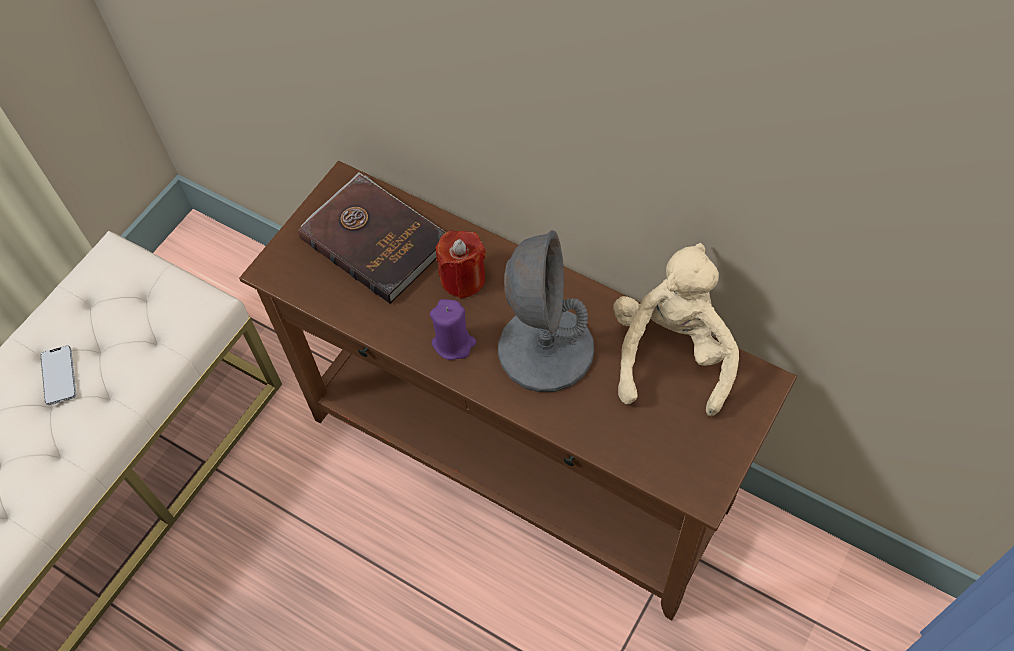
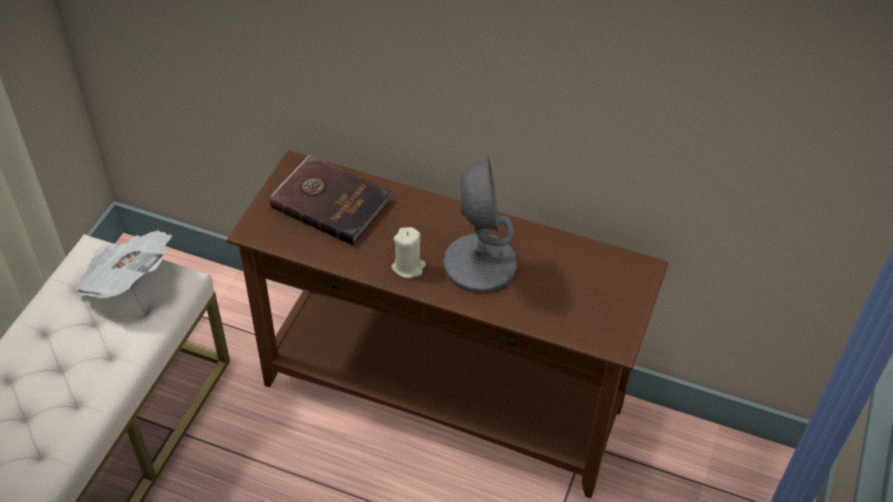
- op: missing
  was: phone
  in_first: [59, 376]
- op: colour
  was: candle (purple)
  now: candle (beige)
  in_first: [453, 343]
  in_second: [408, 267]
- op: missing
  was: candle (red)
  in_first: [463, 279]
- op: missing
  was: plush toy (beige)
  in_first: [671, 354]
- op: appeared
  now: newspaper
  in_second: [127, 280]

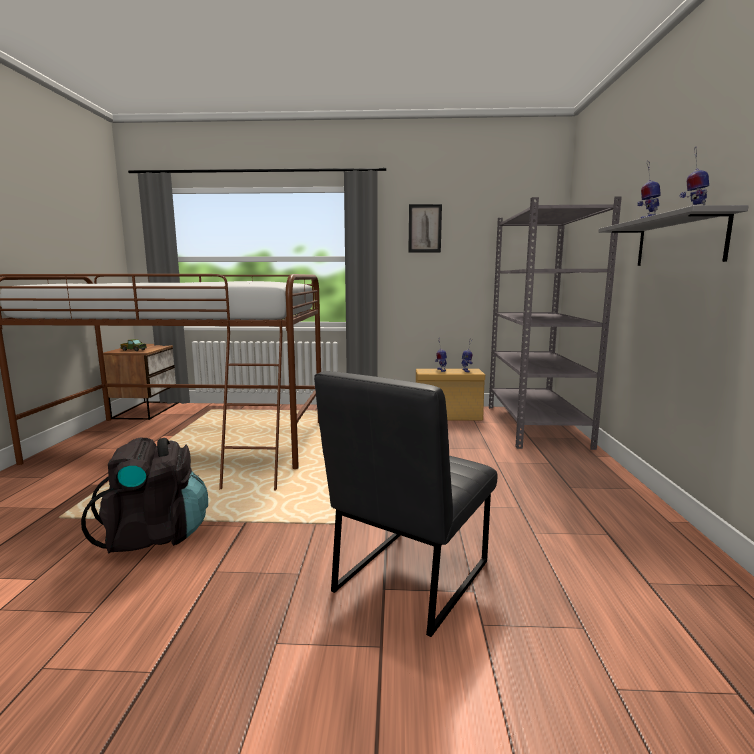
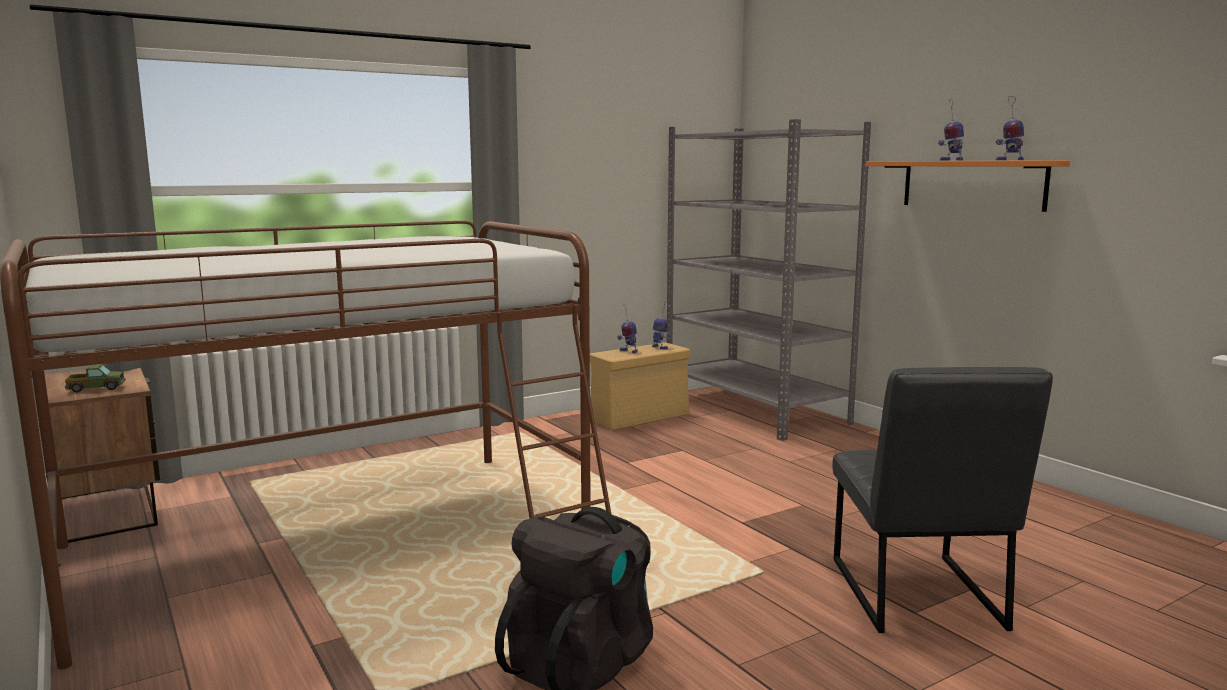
- op: missing
  was: picture
  in_first: [424, 228]
- op: colour
  was: shelf (grey)
  now: shelf (orange)
  in_first: [678, 241]
  in_second: [972, 184]

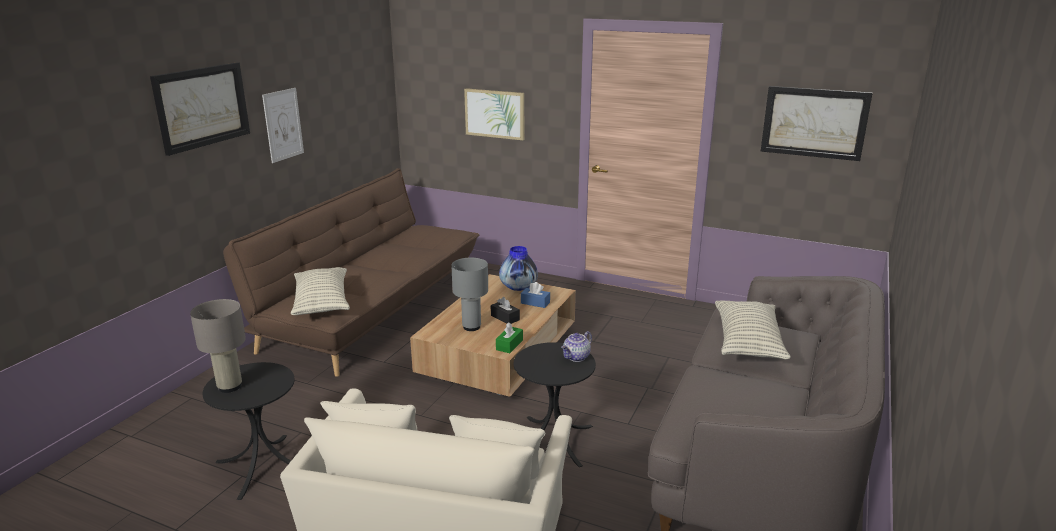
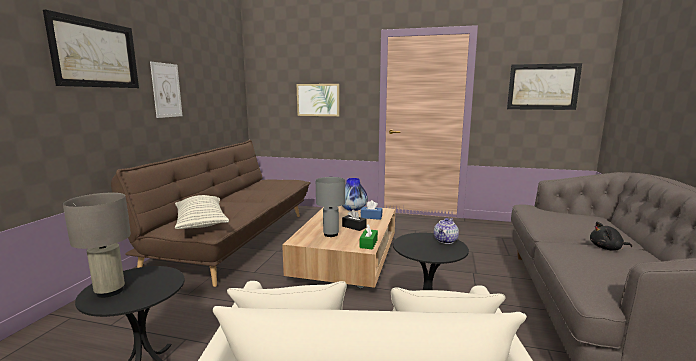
- op: missing
  was: pillow
  in_first: [747, 342]
- op: appeared
  now: plush toy (black)
  in_second: [607, 248]

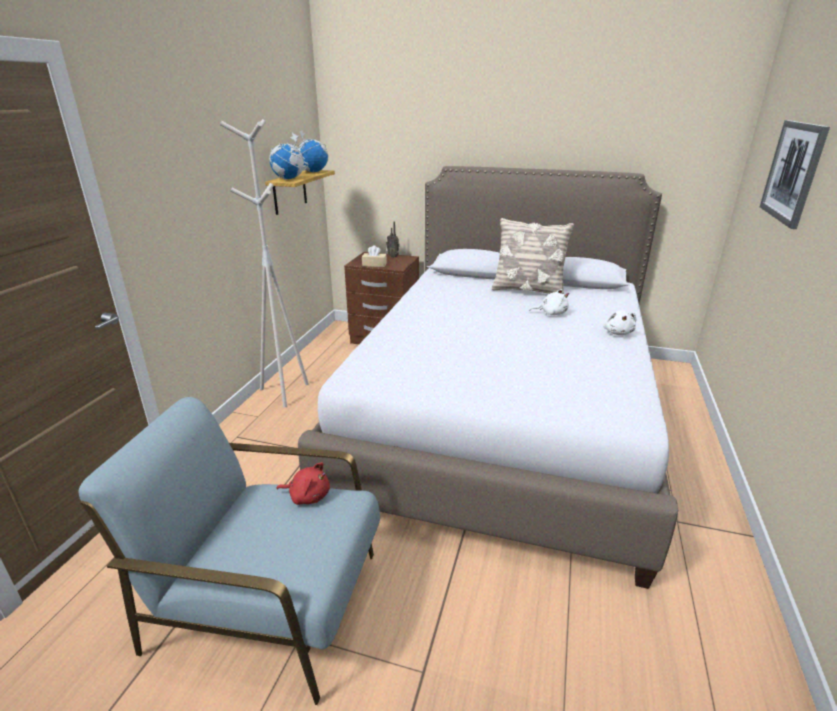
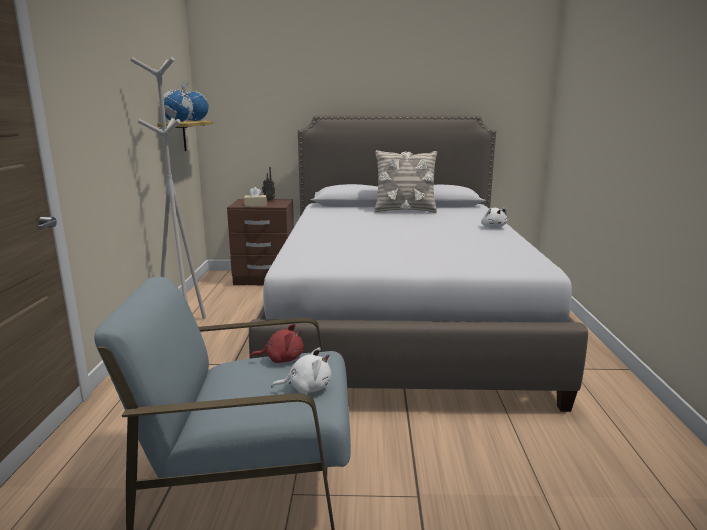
- op: relocated
  was: plush toy (white)
  in_first: [551, 313]
  in_second: [306, 388]
- op: missing
  was: picture
  in_first: [793, 172]

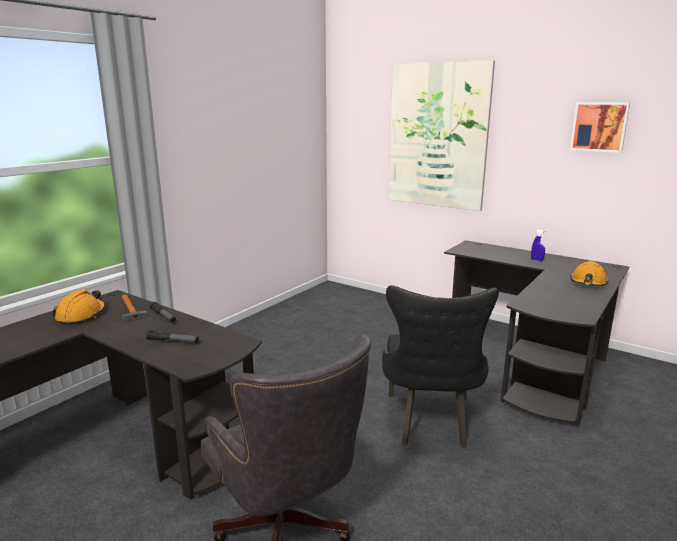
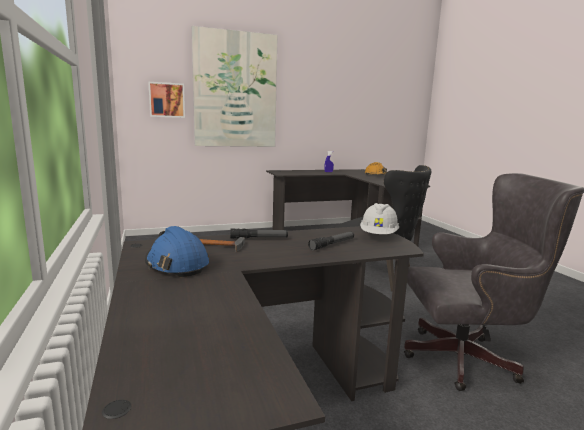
- op: colour
  was: hard hat (orange)
  now: hard hat (blue)
  in_first: [81, 315]
  in_second: [177, 264]
- op: relocated
  was: picture
  in_first: [599, 126]
  in_second: [167, 100]
- op: appeared
  now: hard hat (white)
  in_second: [378, 236]

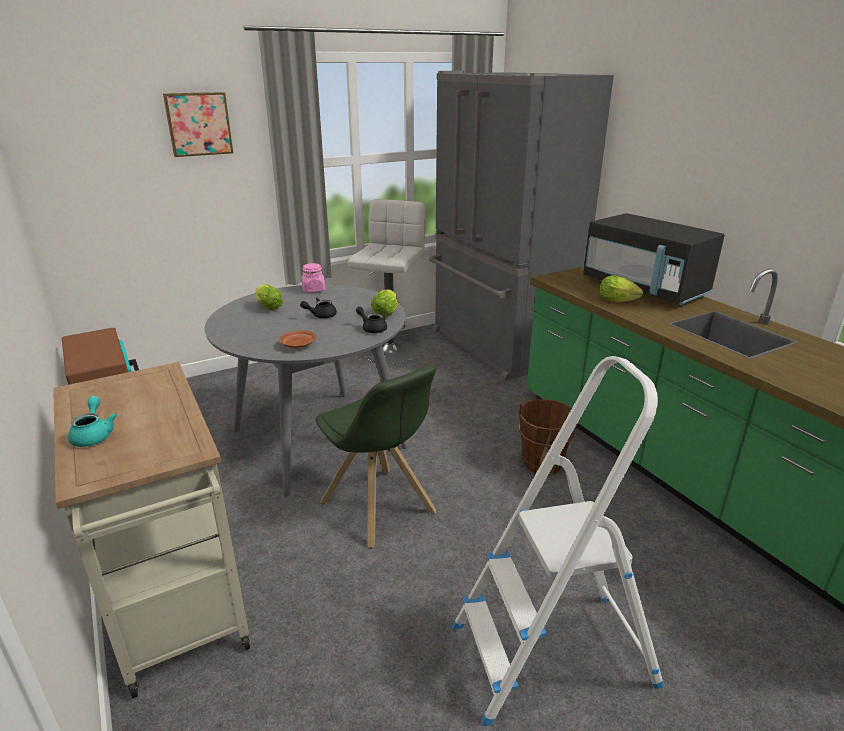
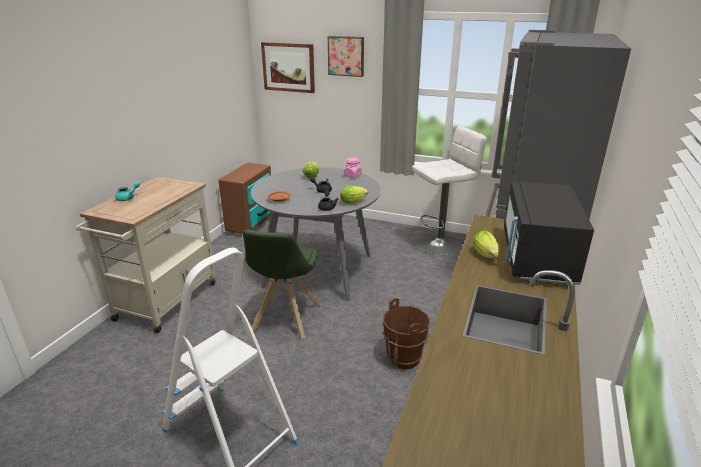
- op: appeared
  now: picture
  in_second: [288, 67]

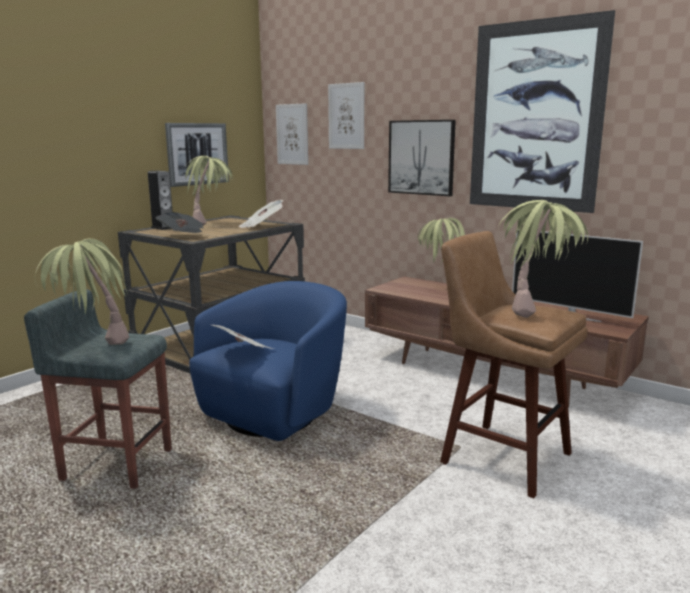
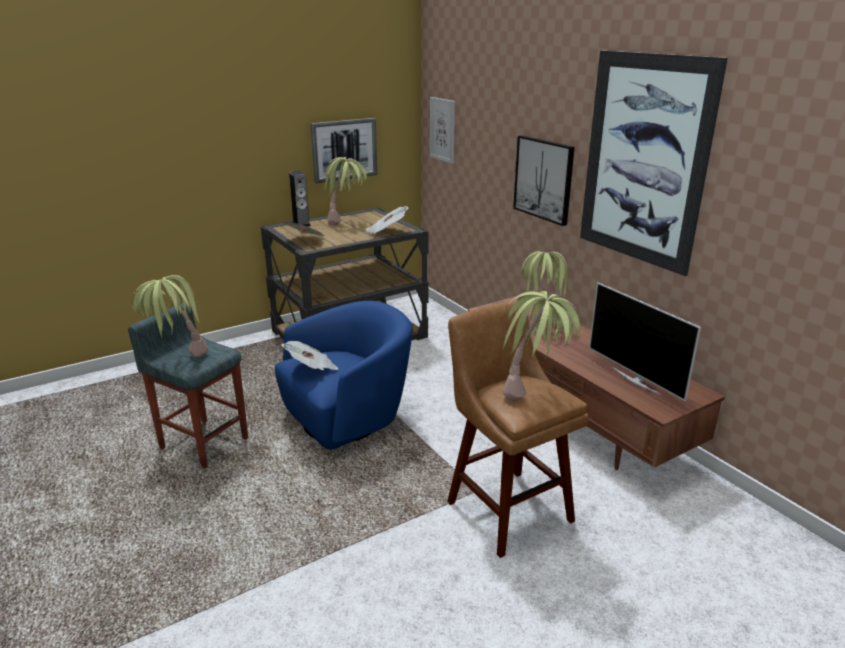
- op: missing
  was: picture
  in_first: [346, 116]

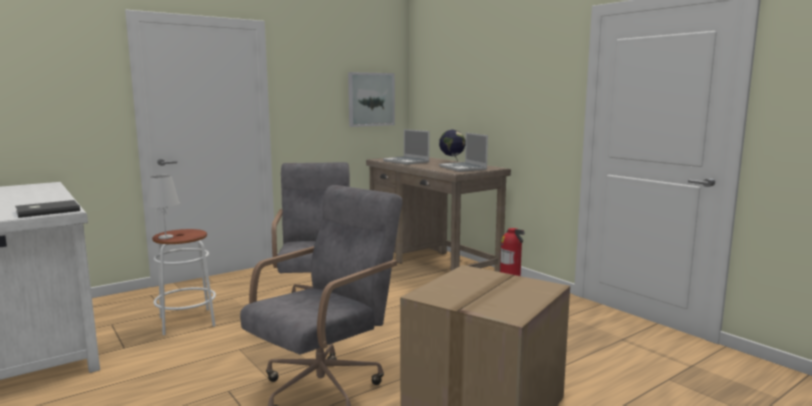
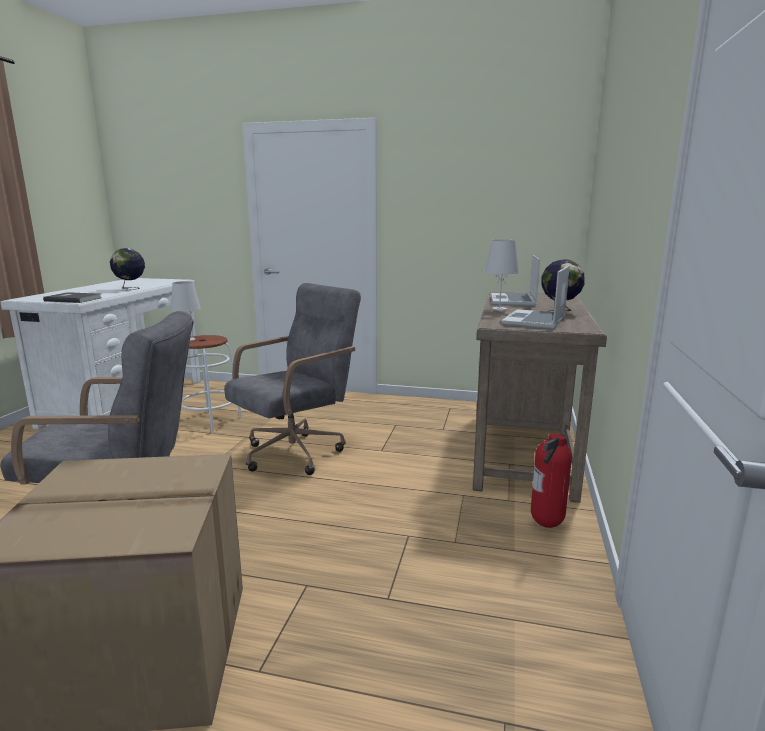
- op: missing
  was: picture
  in_first: [371, 99]
- op: appeared
  now: globe
  in_second: [130, 289]
- op: appeared
  now: table lamp (white)
  in_second: [499, 309]

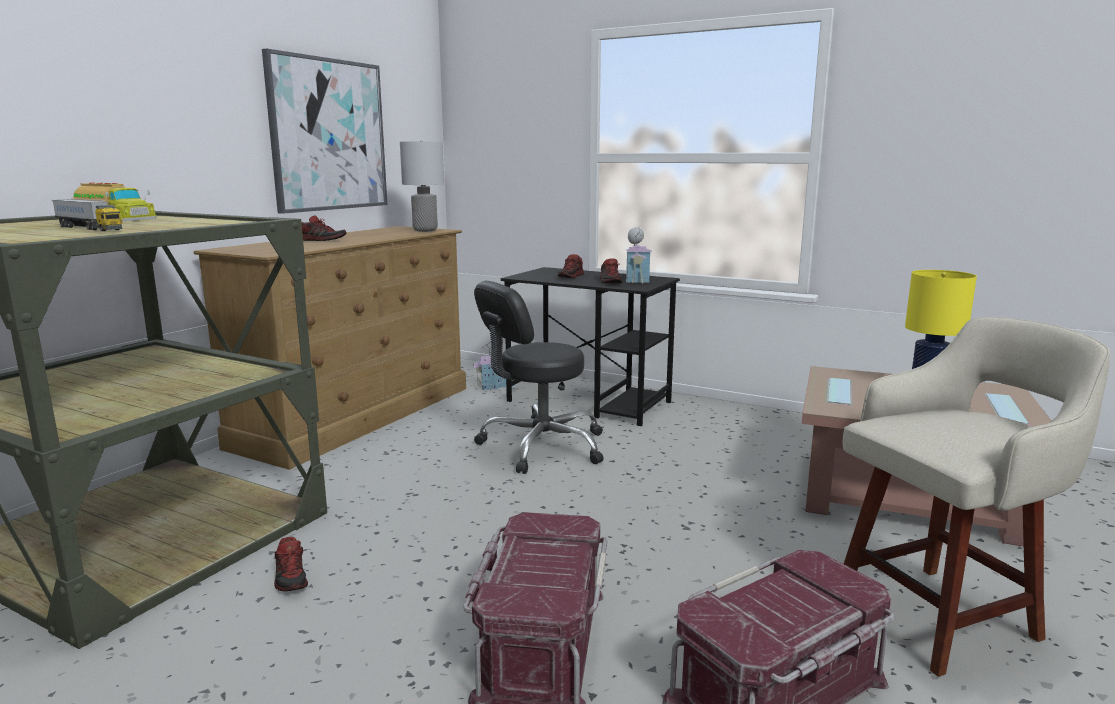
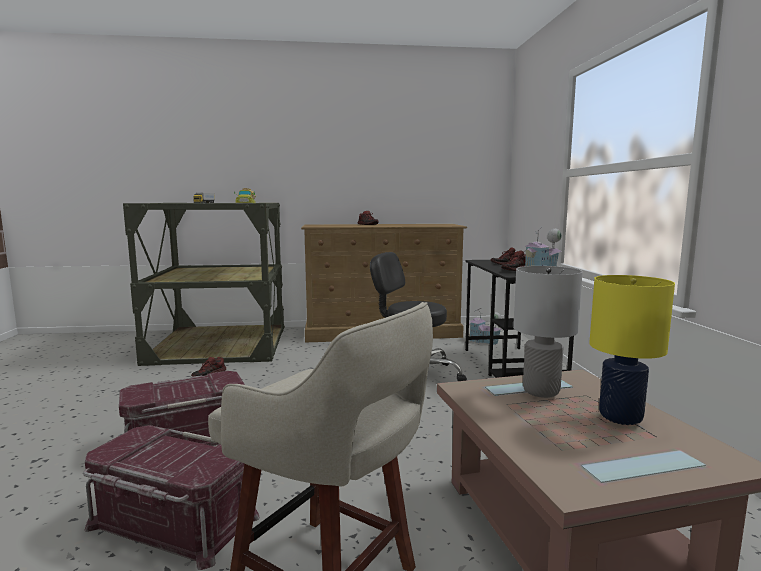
- op: missing
  was: picture
  in_first: [328, 135]
- op: relocated
  was: table lamp (grey)
  in_first: [425, 231]
  in_second: [541, 393]

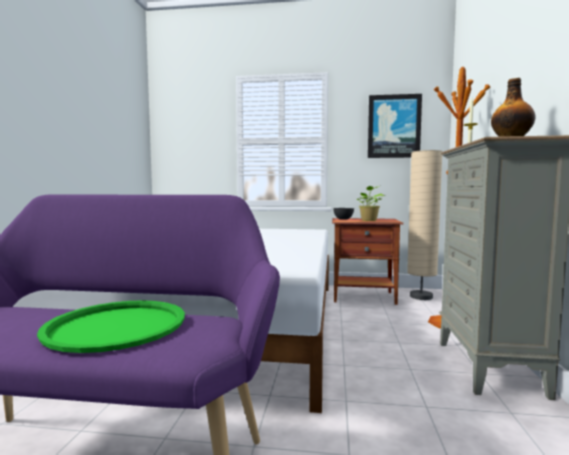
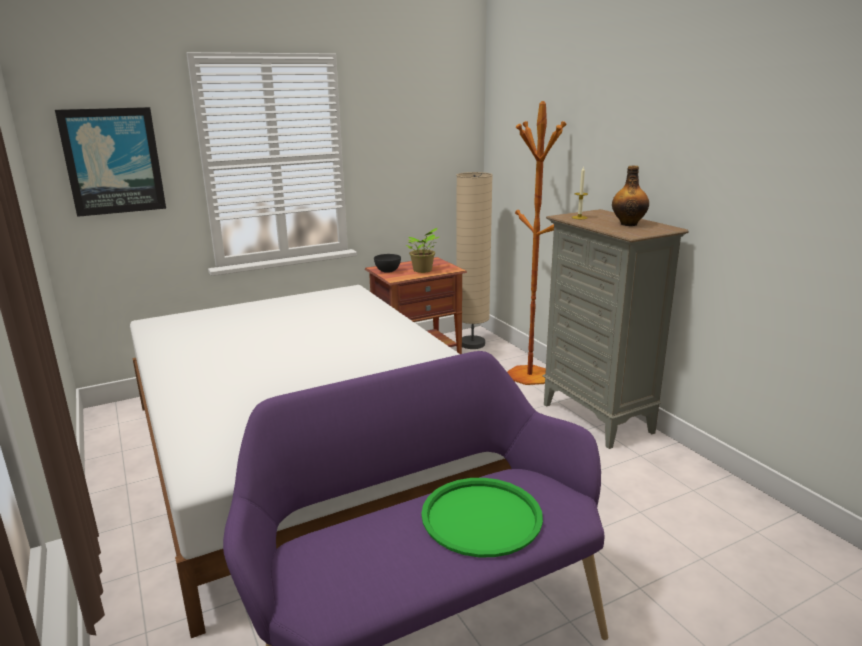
- op: relocated
  was: picture
  in_first: [394, 126]
  in_second: [113, 161]

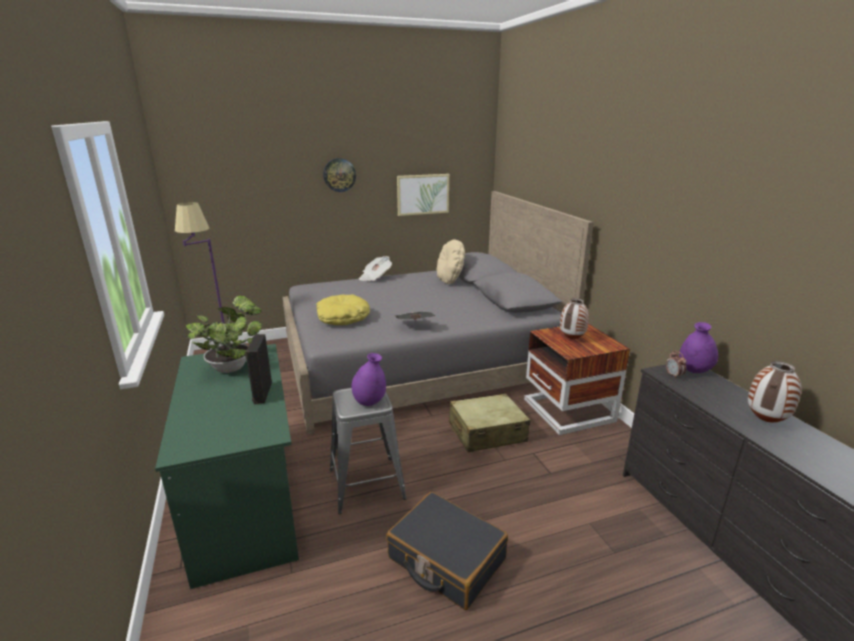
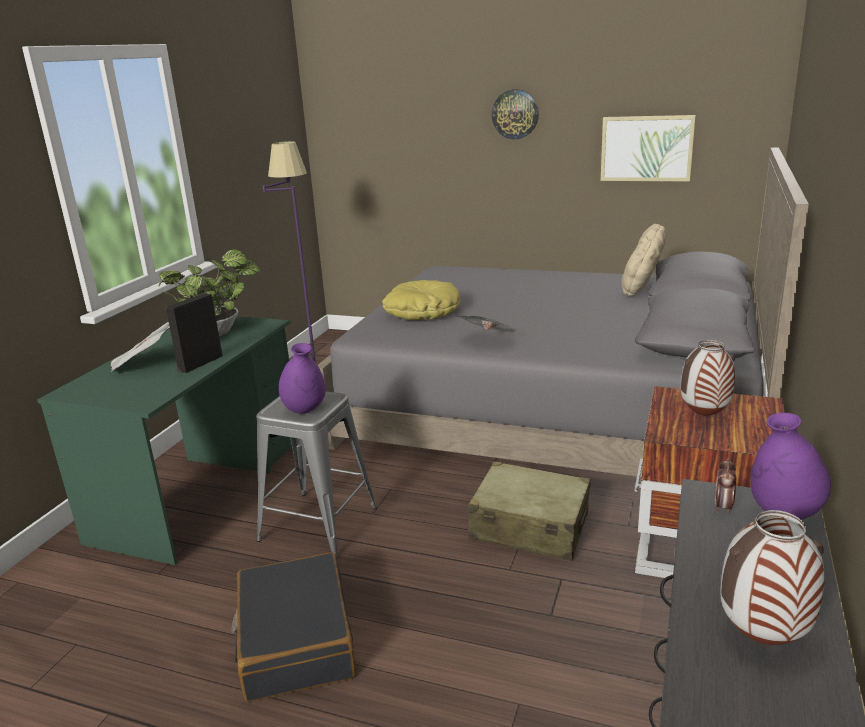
- op: relocated
  was: newspaper
  in_first: [375, 277]
  in_second: [143, 364]

